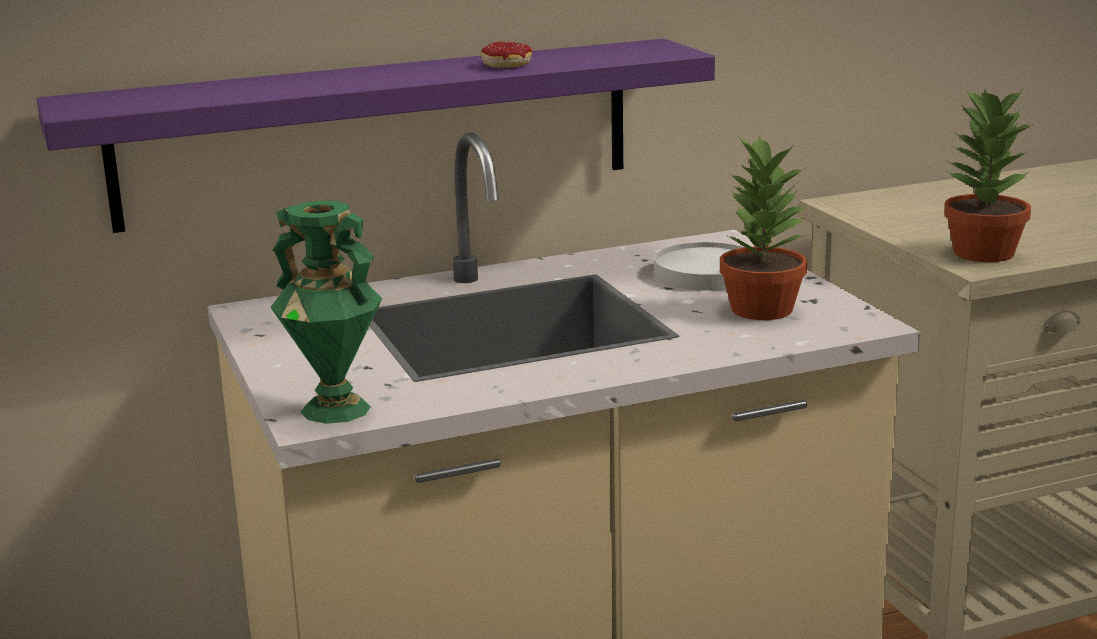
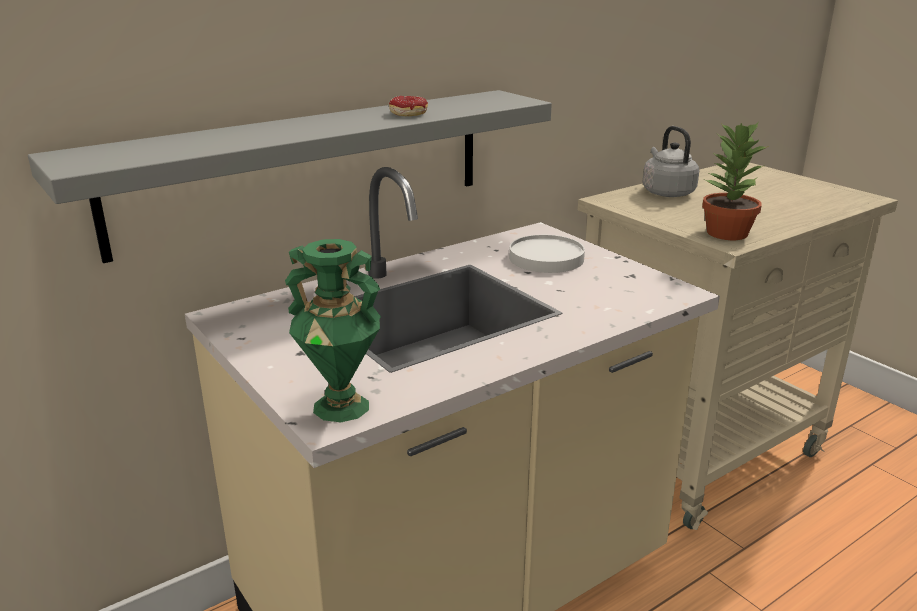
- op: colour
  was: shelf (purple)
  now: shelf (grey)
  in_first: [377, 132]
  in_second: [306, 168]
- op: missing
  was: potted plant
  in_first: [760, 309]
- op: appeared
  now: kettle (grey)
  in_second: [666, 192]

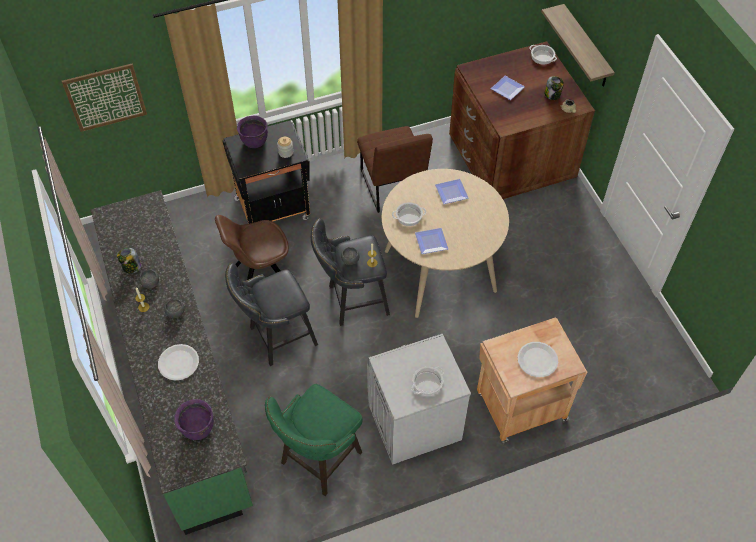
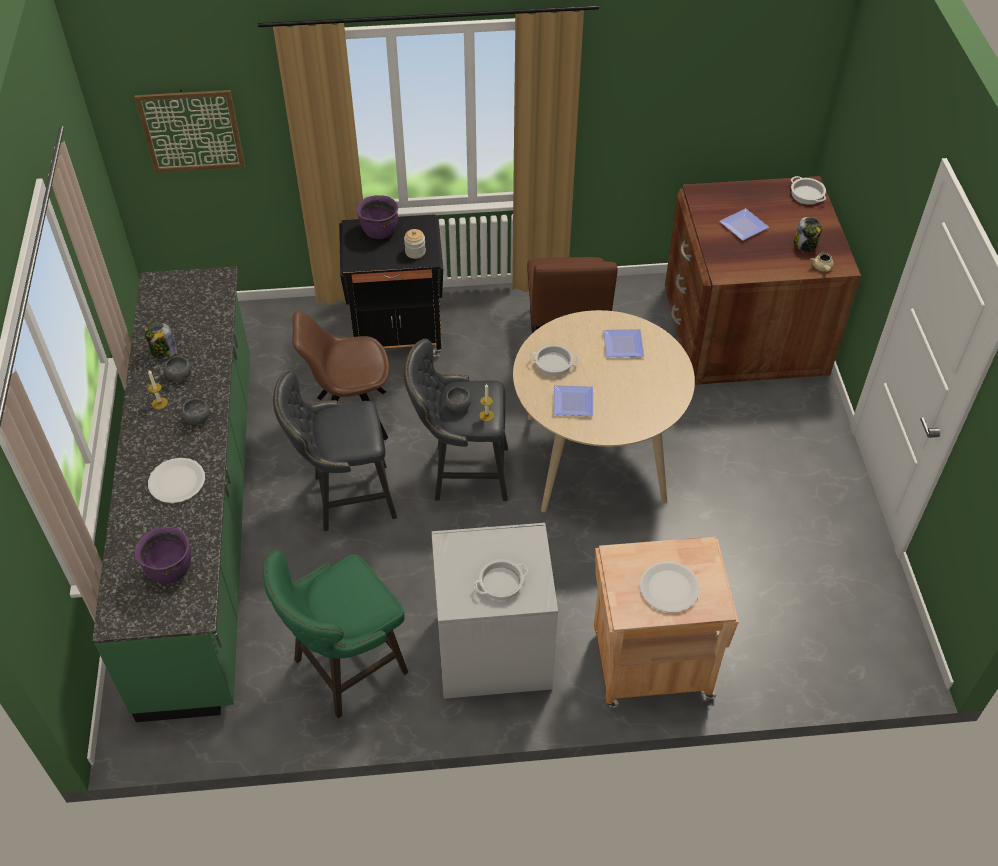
- op: missing
  was: shelf
  in_first: [586, 47]

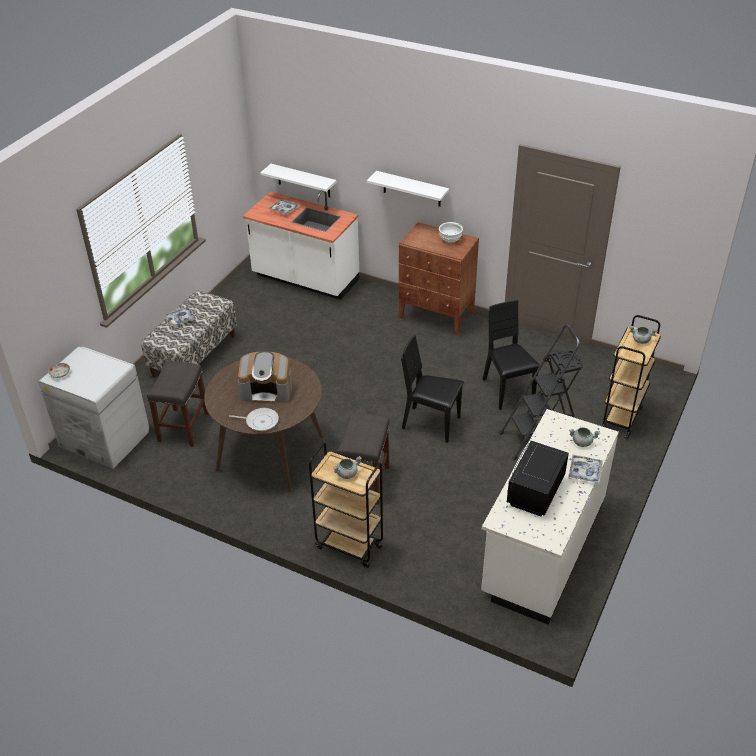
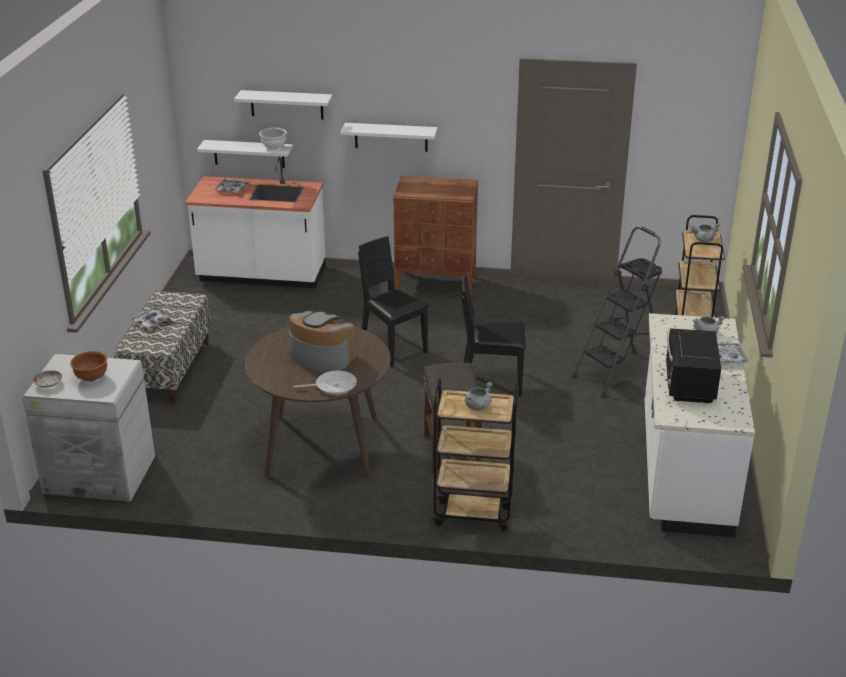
- op: missing
  was: stool (grey)
  in_first: [183, 426]
- op: spun
  was: coffee machine
  in_first: [267, 390]
  in_second: [321, 356]
  clockwise: -135
- op: relocated
  was: bowl (white)
  in_first: [450, 240]
  in_second: [273, 147]
- op: relocated
  was: chair (black)
  in_first: [507, 391]
  in_second: [393, 348]
- op: appeared
  now: bowl (brown)
  in_second: [91, 378]
- op: appeared
  now: shelf (white)
  in_second: [286, 104]

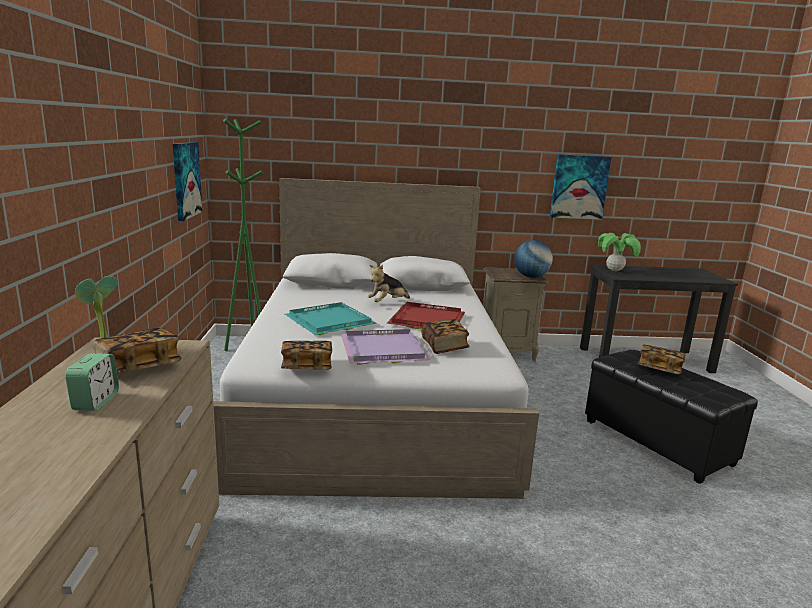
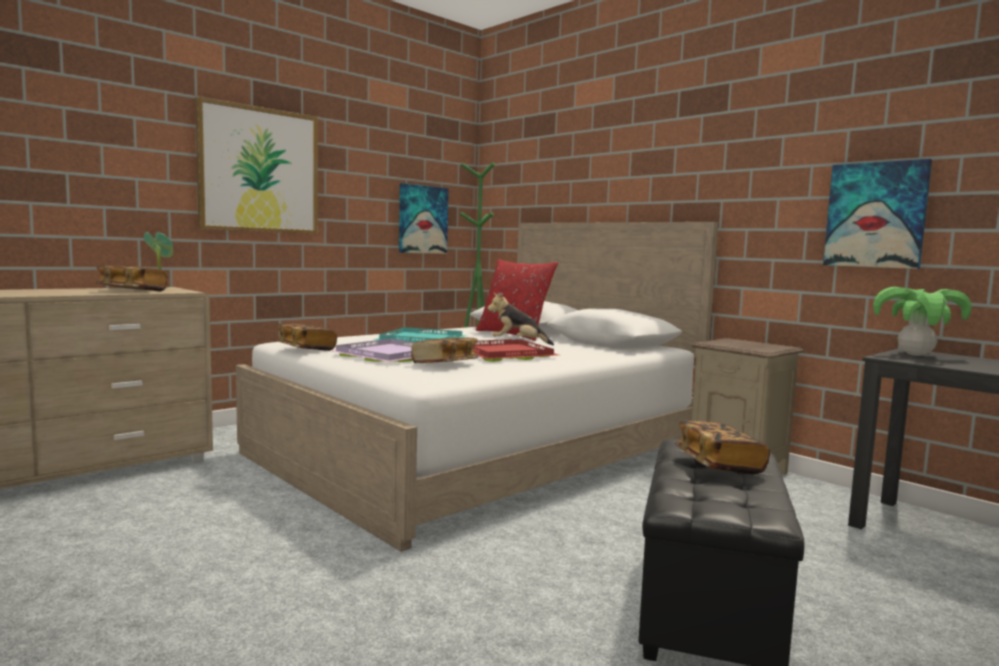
- op: missing
  was: alarm clock
  in_first: [95, 402]
- op: missing
  was: globe
  in_first: [531, 277]
- op: appeared
  now: picture
  in_second: [259, 170]
- op: appeared
  now: pillow (red)
  in_second: [514, 335]

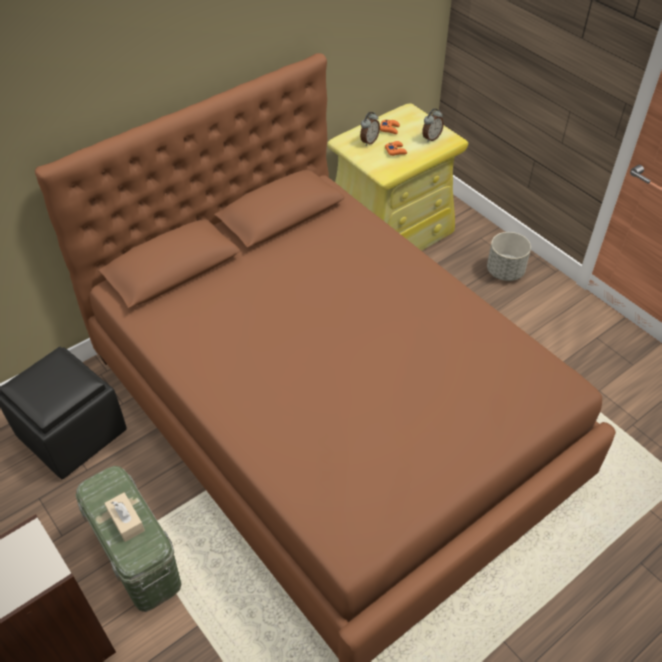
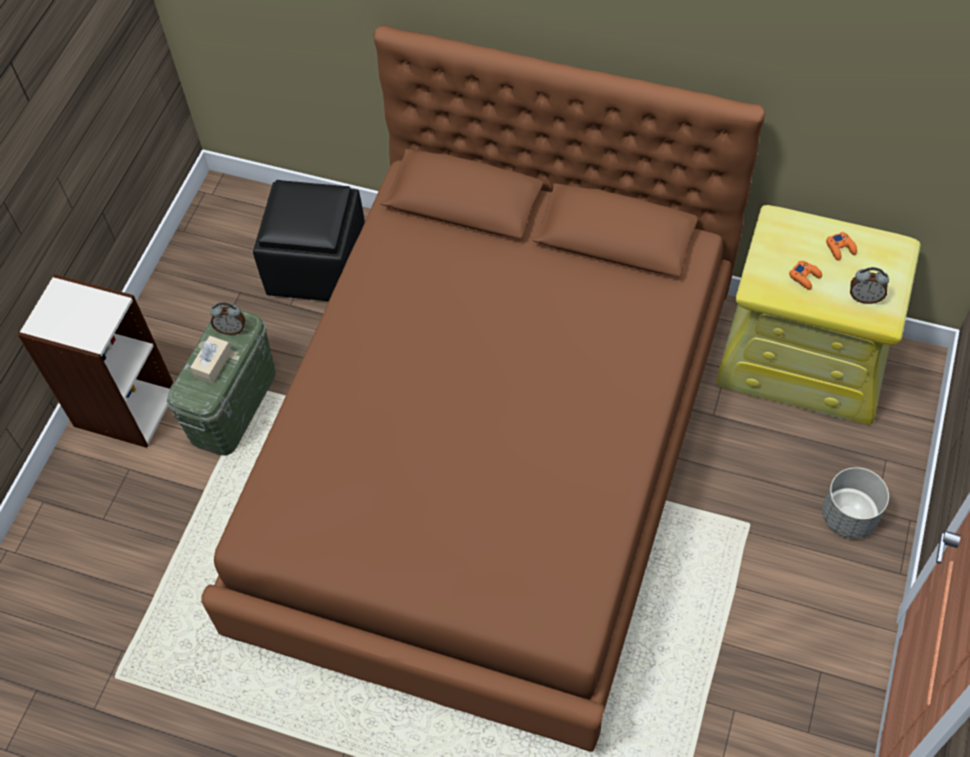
- op: relocated
  was: alarm clock
  in_first: [369, 141]
  in_second: [231, 329]

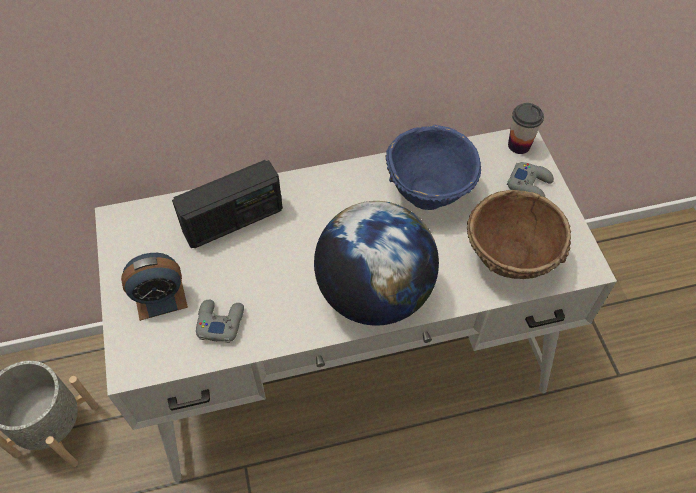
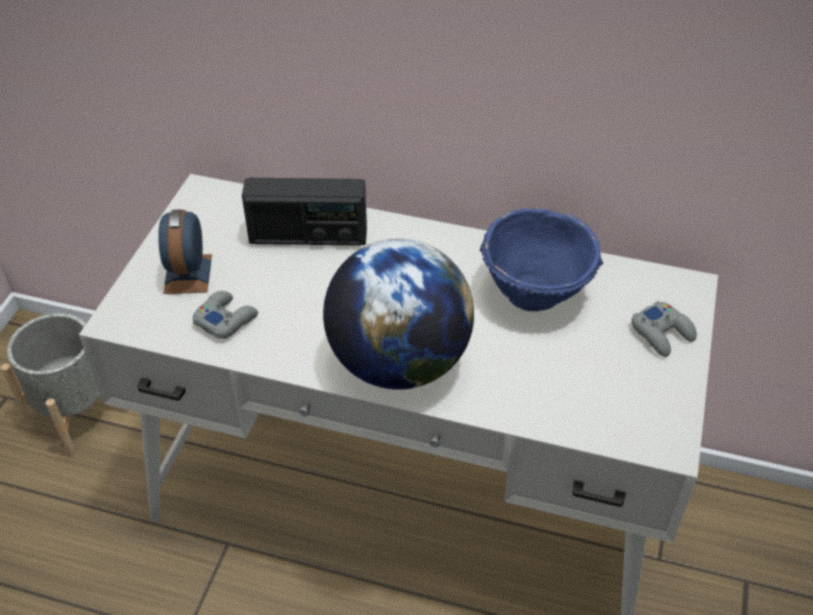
- op: spun
  was: alarm clock
  in_first: [160, 298]
  in_second: [188, 274]
  clockwise: 75
- op: missing
  was: bowl (brown)
  in_first: [509, 259]
- op: missing
  was: cup
  in_first: [519, 145]

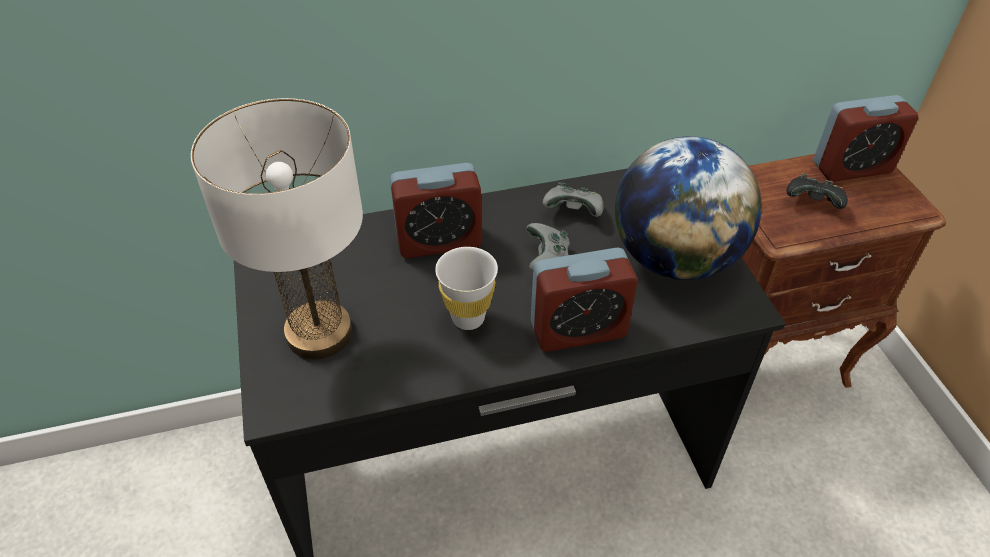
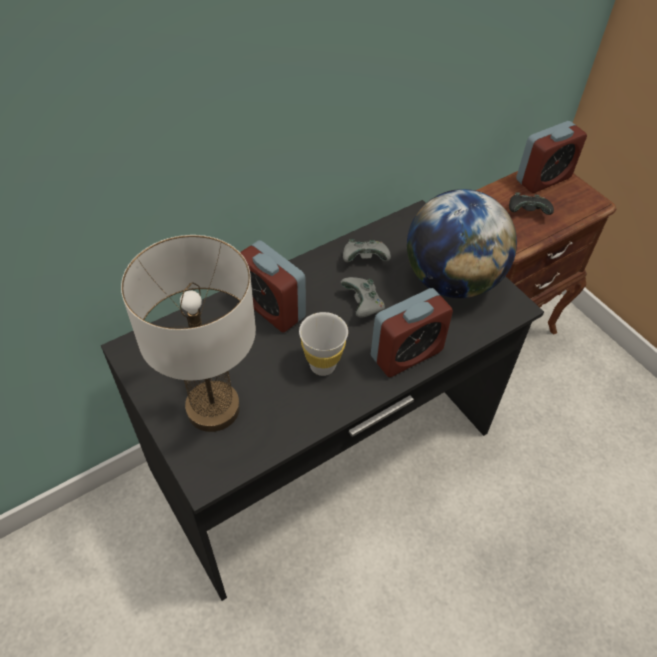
- op: spun
  was: alarm clock
  in_first: [439, 241]
  in_second: [272, 308]
  clockwise: 75

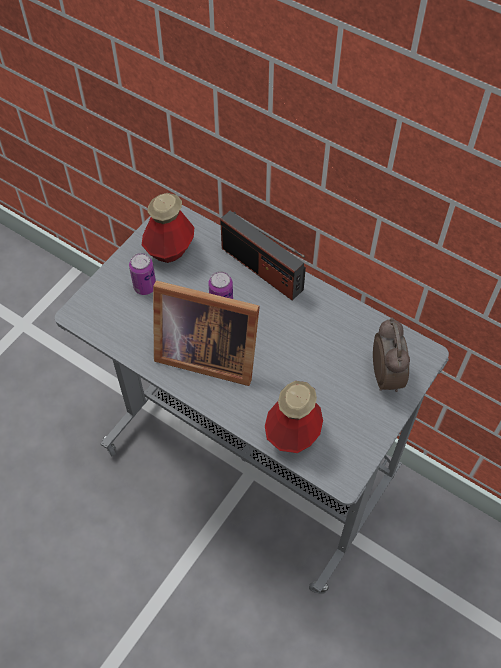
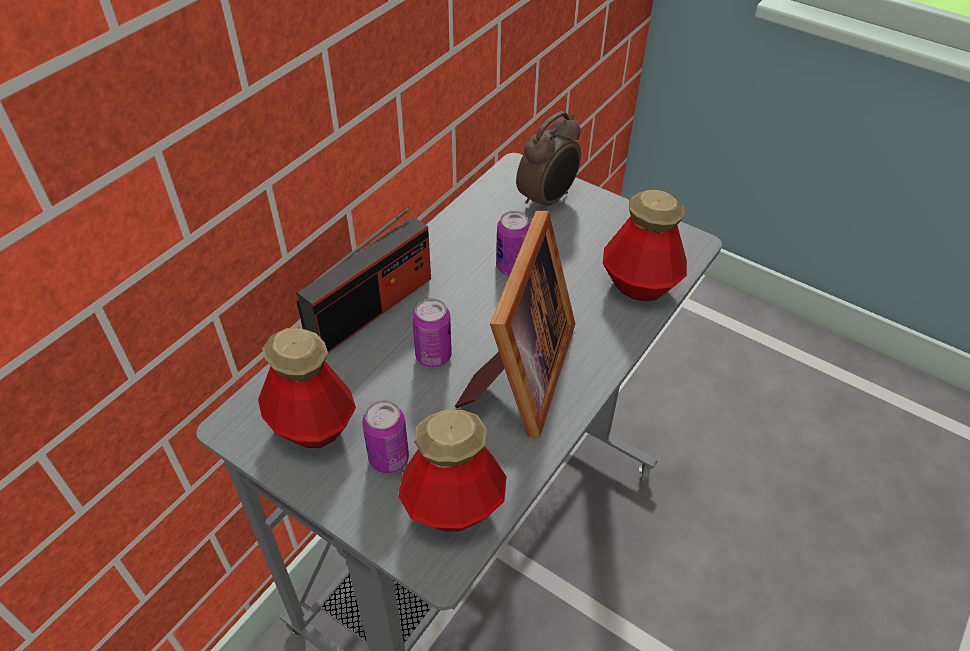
- op: spun
  was: alarm clock
  in_first: [387, 375]
  in_second: [548, 200]
  clockwise: 135
- op: appeared
  now: bottle
  in_second: [453, 507]
- op: appeared
  now: can
  in_second: [512, 267]

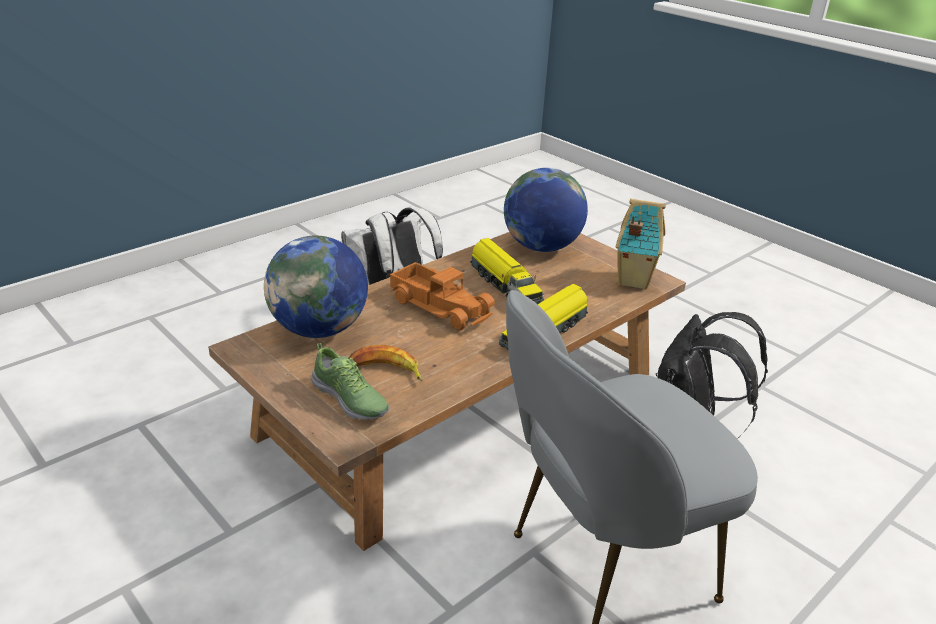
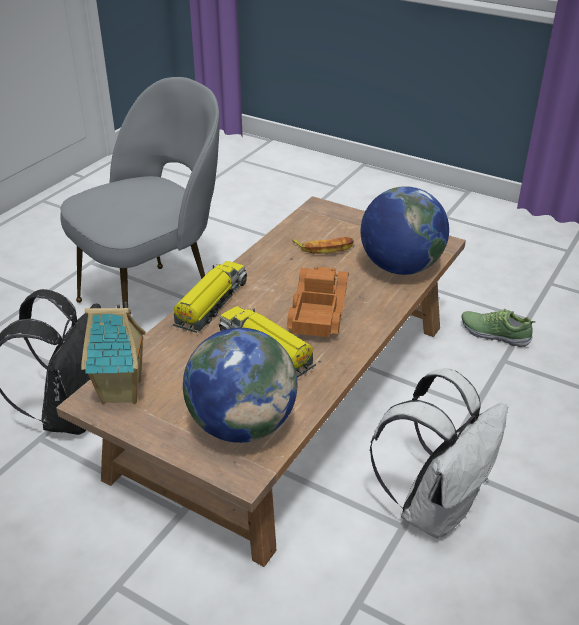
- op: relocated
  was: shoe
  in_first: [350, 400]
  in_second: [494, 333]
- op: spun
  was: toy truck
  in_first: [441, 306]
  in_second: [316, 310]
  clockwise: 75

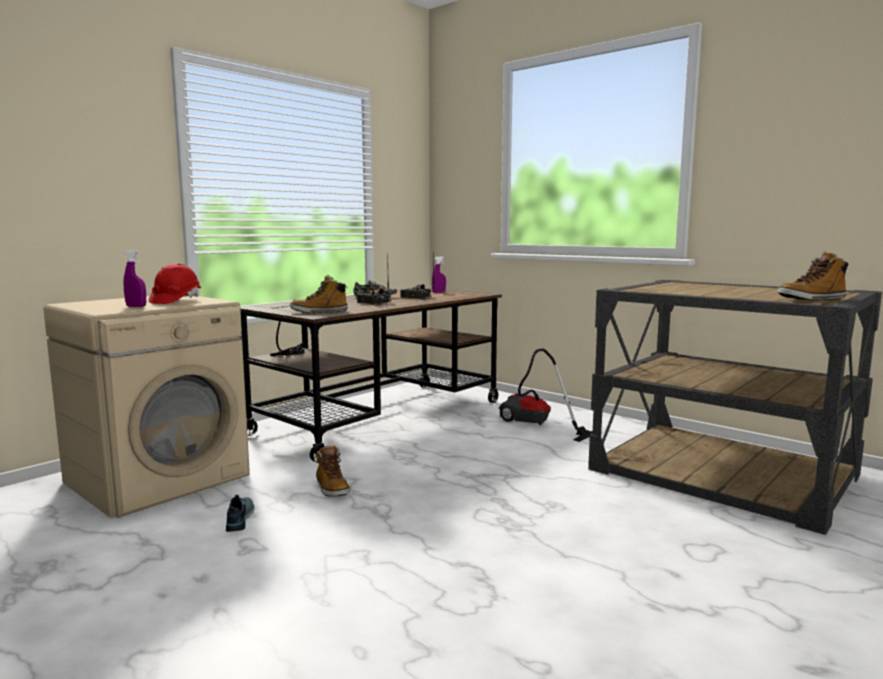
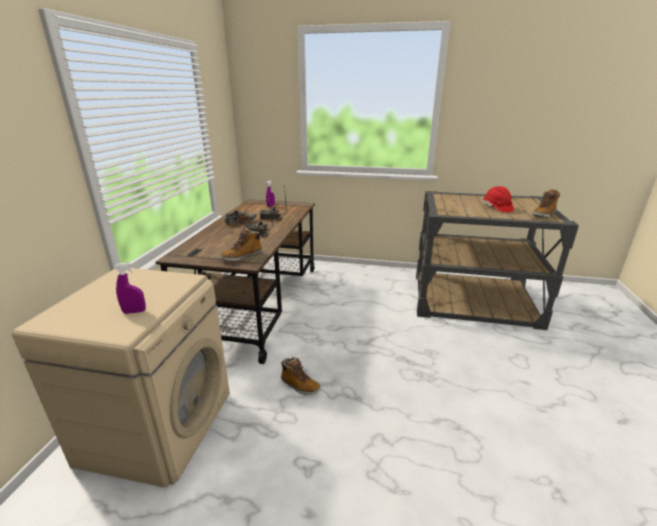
- op: relocated
  was: hard hat (red)
  in_first: [175, 301]
  in_second: [497, 208]
- op: missing
  was: shoe
  in_first: [238, 519]
- op: missing
  was: vacuum cleaner
  in_first: [535, 425]

